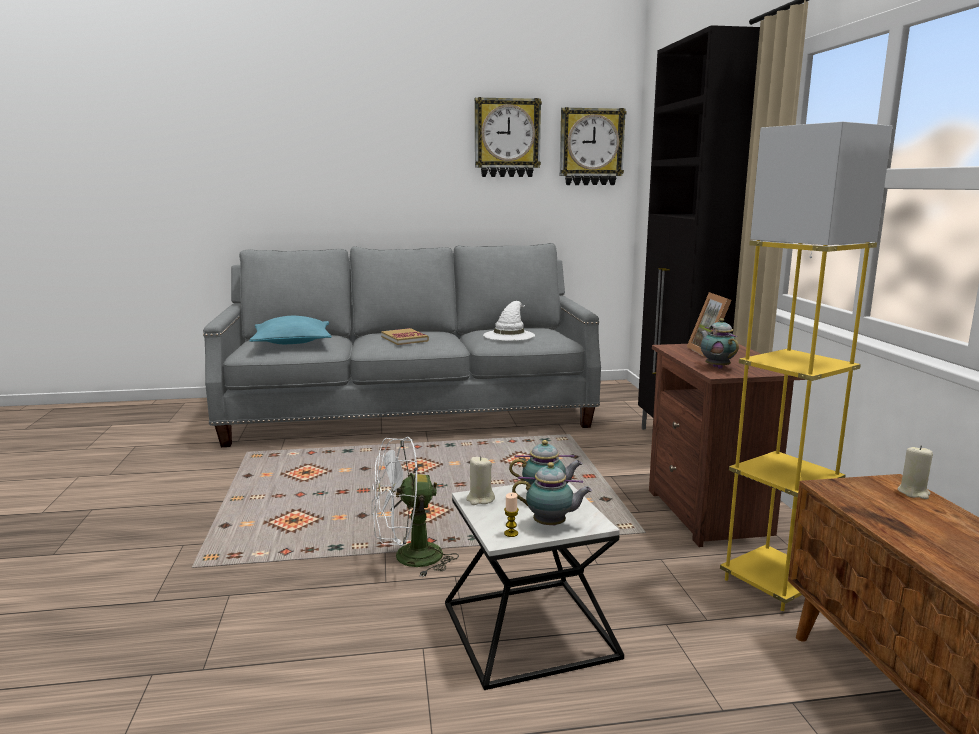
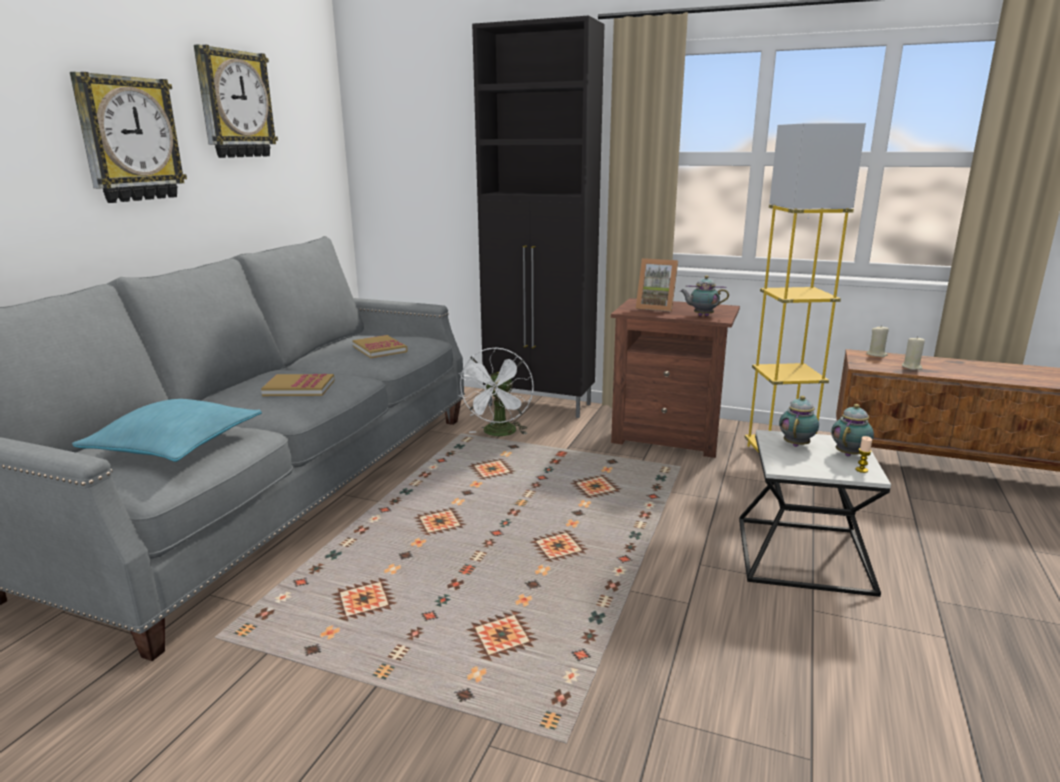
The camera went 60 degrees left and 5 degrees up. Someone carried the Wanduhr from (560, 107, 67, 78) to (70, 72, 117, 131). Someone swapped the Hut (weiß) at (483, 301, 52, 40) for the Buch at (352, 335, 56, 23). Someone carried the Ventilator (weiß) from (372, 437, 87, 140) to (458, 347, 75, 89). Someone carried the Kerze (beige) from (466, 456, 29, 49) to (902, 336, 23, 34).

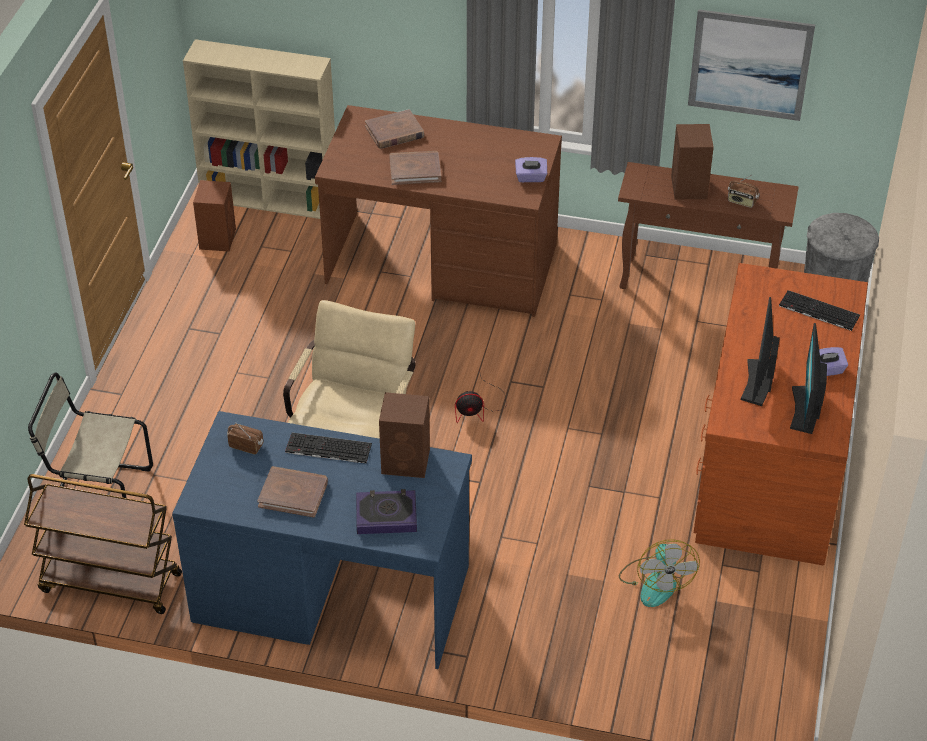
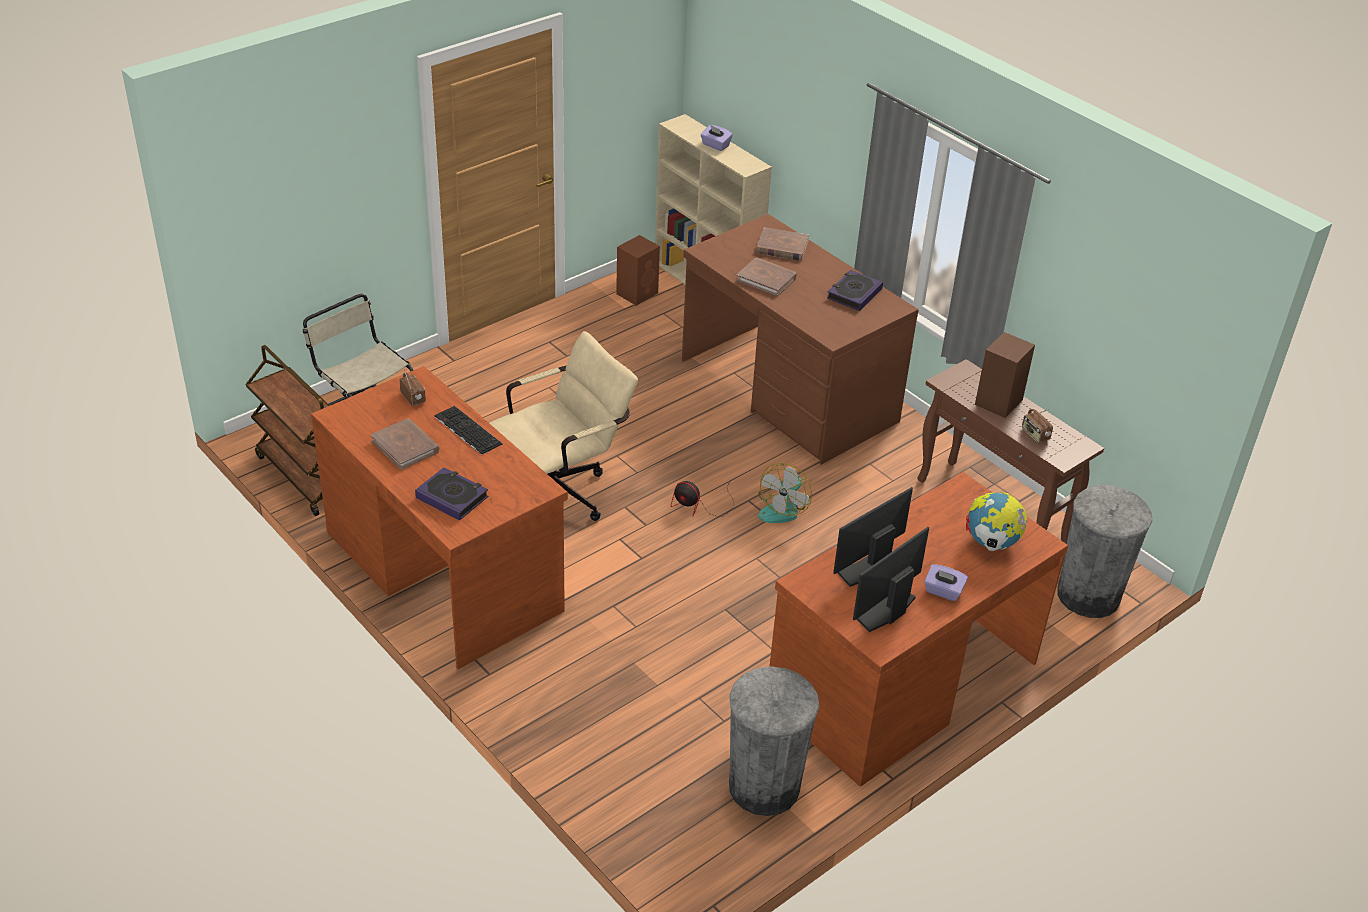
The camera went 35 degrees right and 5 degrees down. Someone repainted the Schreibtisch (blau) at (172, 411, 300, 258), which became the Schreibtisch (braun) at (311, 366, 257, 303). Someone carried the Taschentuchbox (lila) from (515, 157, 32, 25) to (701, 125, 32, 26). Someone put down the Mülleimer (grau) at (729, 666, 90, 150). Someone carried the Ventilator from (619, 539, 81, 68) to (758, 463, 54, 60). Someone put down the Buch at (827, 270, 56, 41). Someone swapped the Tastatur at (779, 290, 81, 41) for the Globus at (966, 492, 62, 59). Someone took away the Lautsprecher (braun) at (379, 392, 51, 86). Someone took away the Bild at (688, 9, 127, 112).

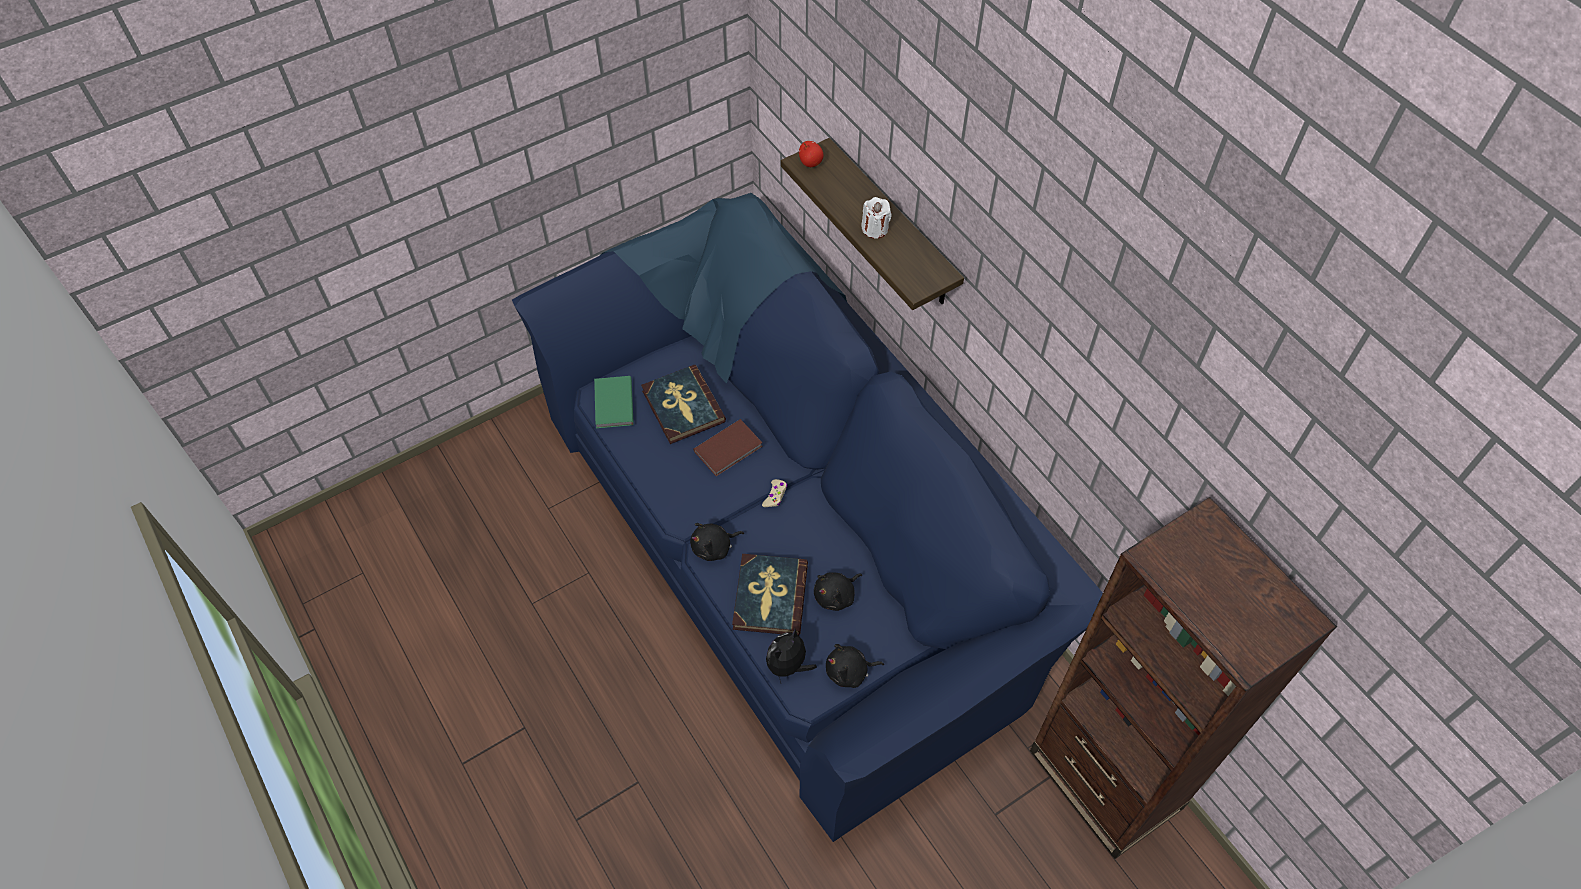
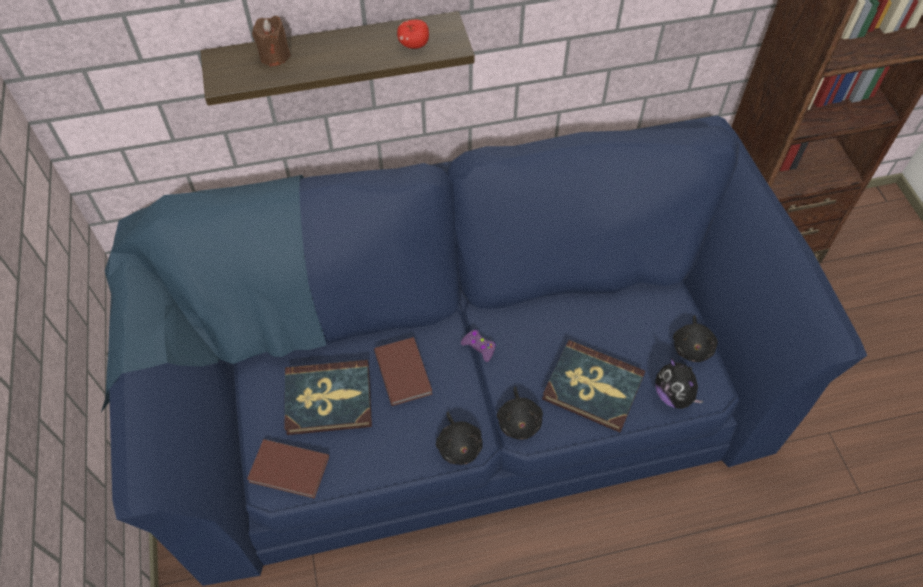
The camera went 70 degrees left and 0 degrees up. Someone repainted the Buch (grün) at (594, 376, 40, 52), which became the Buch (braun) at (247, 439, 82, 60). Someone put down the Kerze (braun) at (252, 16, 39, 51). Someone carried the Apfel from (799, 141, 25, 26) to (397, 20, 32, 29). Someone carried the Plüschtier (schwarz) from (814, 572, 48, 39) to (436, 412, 47, 53). Someone repainted the Gamepad (beige) at (762, 479, 25, 28), which became the Gamepad (lila) at (461, 330, 35, 32). Someone took away the Kerze (weiß) at (861, 197, 31, 42).

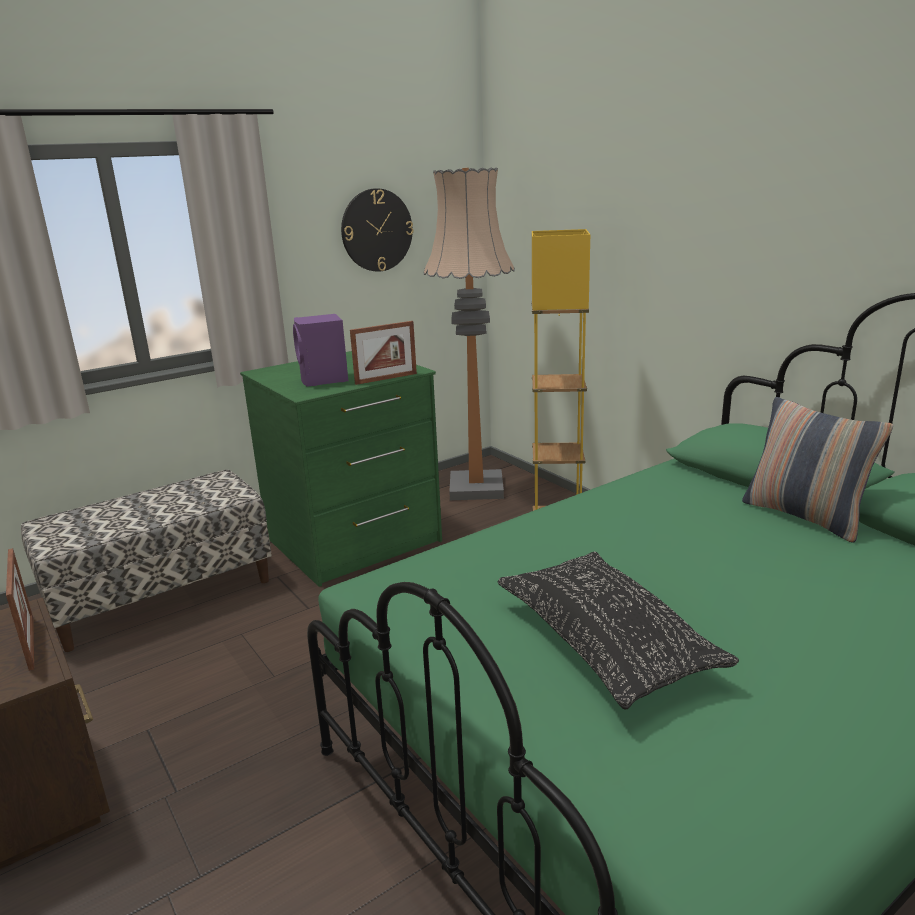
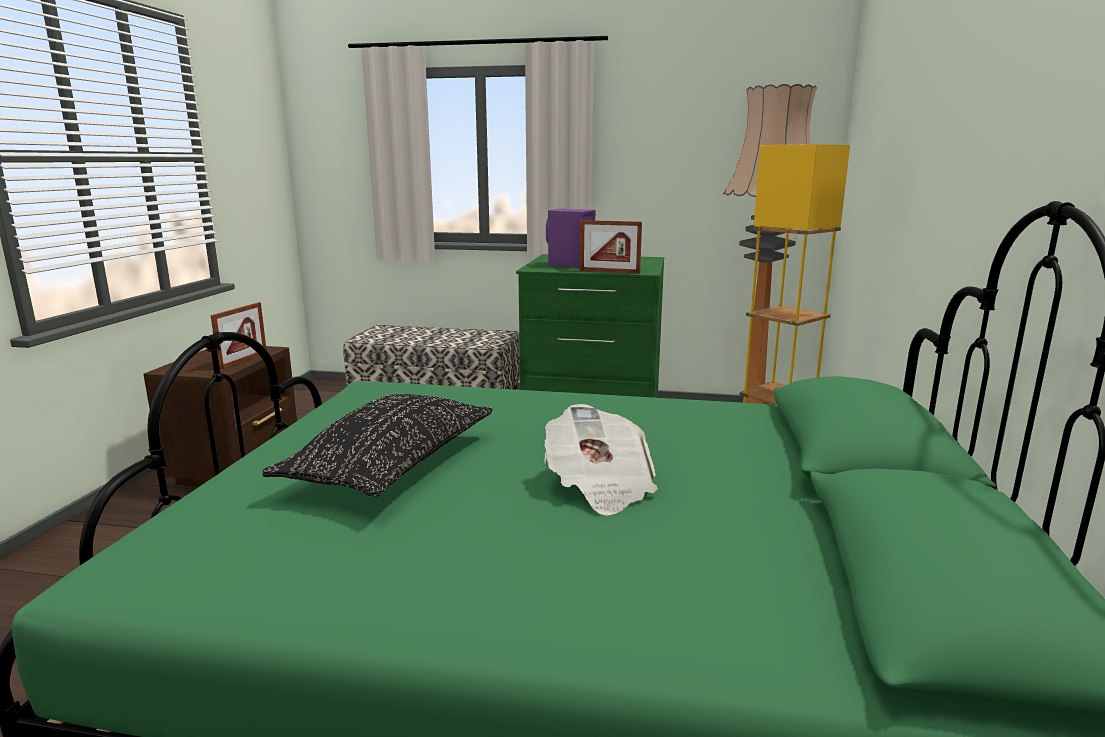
The camera went 45 degrees right and 5 degrees down. Someone put down the Zeitung at (544, 404, 114, 112). Someone took away the Wanduhr at (341, 188, 72, 84). Someone took away the Kissen at (742, 397, 151, 146).

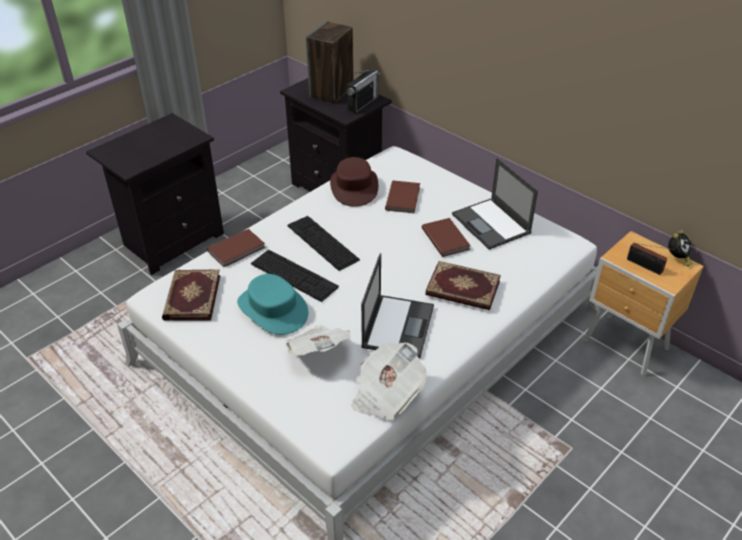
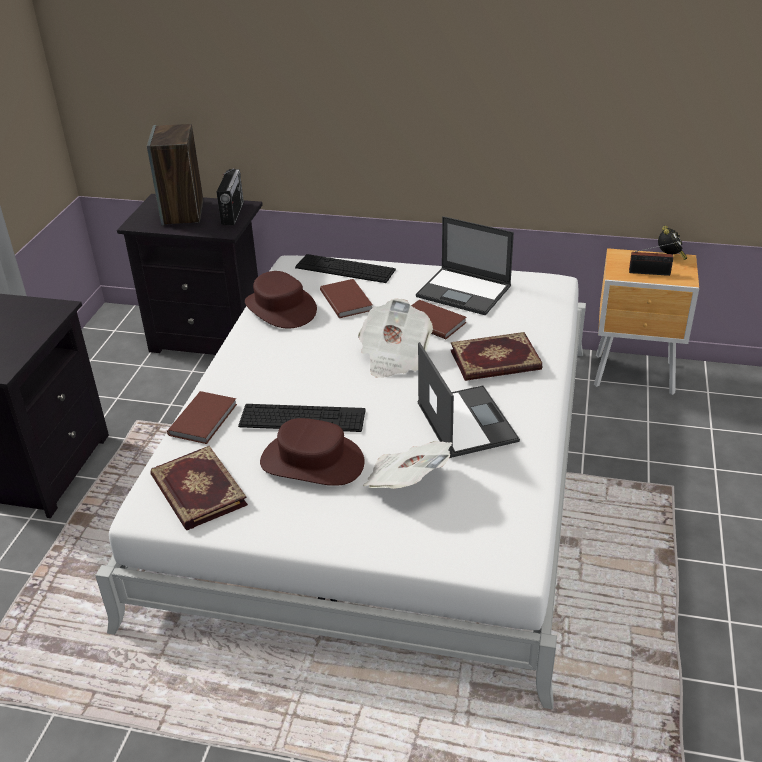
The camera went 30 degrees left and 5 degrees down. Someone repainted the Hut (türkis) at (237, 274, 72, 61), which became the Hut (braun) at (260, 418, 105, 68). Someone carried the Tastatur from (287, 216, 73, 55) to (295, 254, 101, 29). Someone carried the Zeitung from (351, 342, 76, 79) to (358, 299, 75, 79).

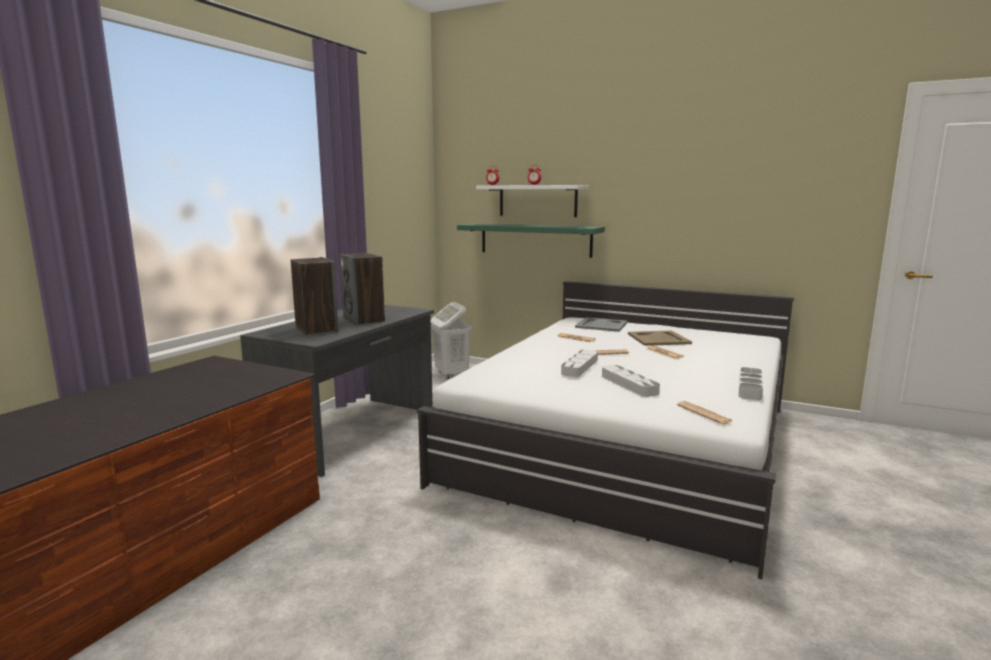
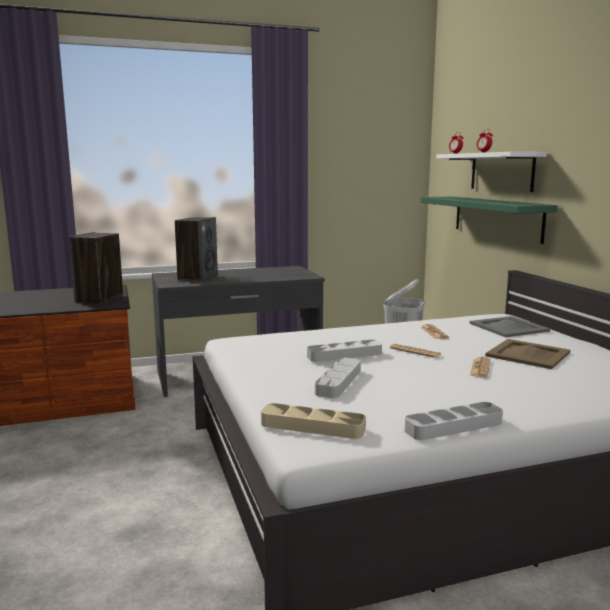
The camera went 45 degrees right and 0 degrees up. Someone carried the Lautsprecher from (340, 253, 45, 72) to (69, 232, 54, 72). Someone swapped the Zeitung at (677, 401, 57, 23) for the Tablett (beige) at (261, 403, 105, 36).

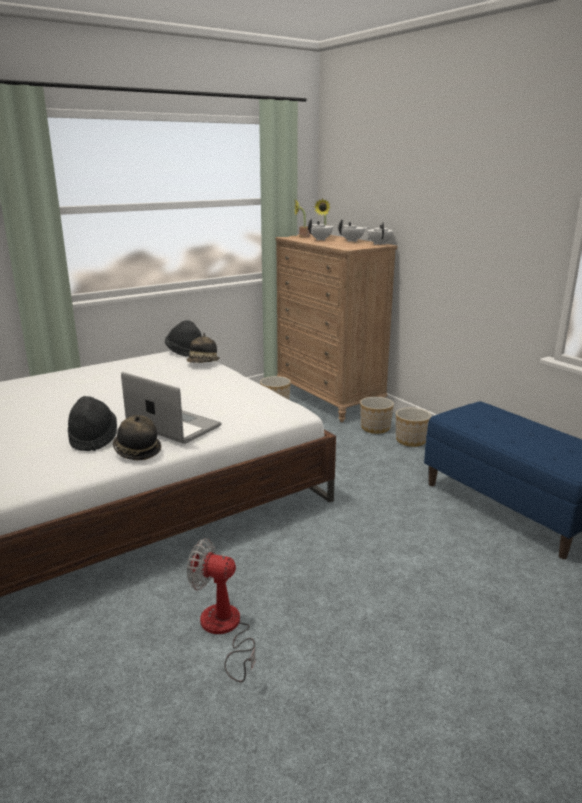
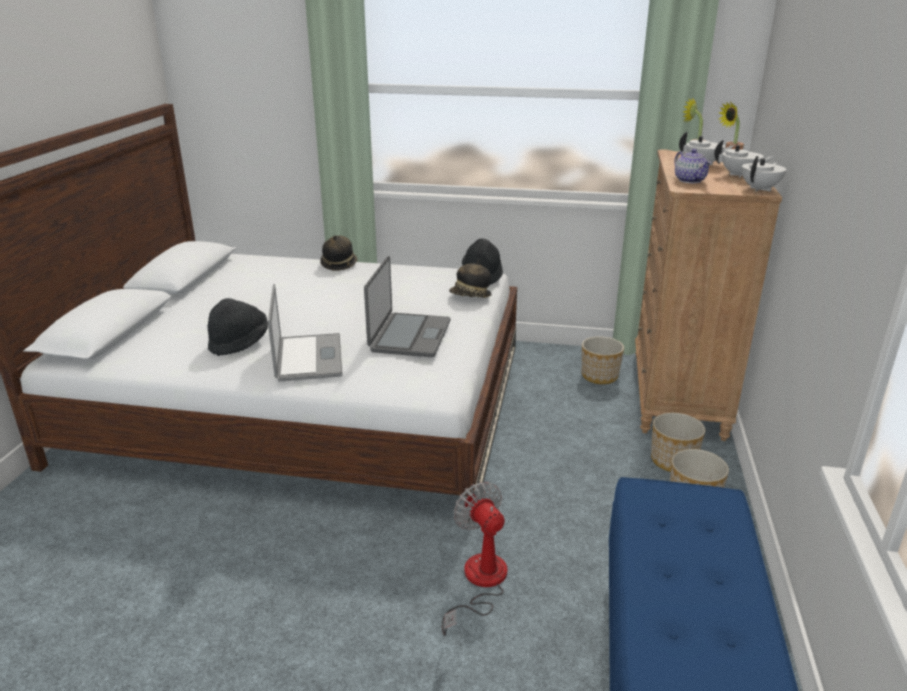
The camera went 45 degrees right and 5 degrees up. Someone carried the Hut from (113, 415, 48, 45) to (320, 235, 37, 36). Someone put down the Laptop at (364, 256, 86, 101). Someone carried the Ventilator from (187, 538, 69, 144) to (442, 482, 65, 154). Someone put down the Teekanne at (674, 149, 38, 34).

